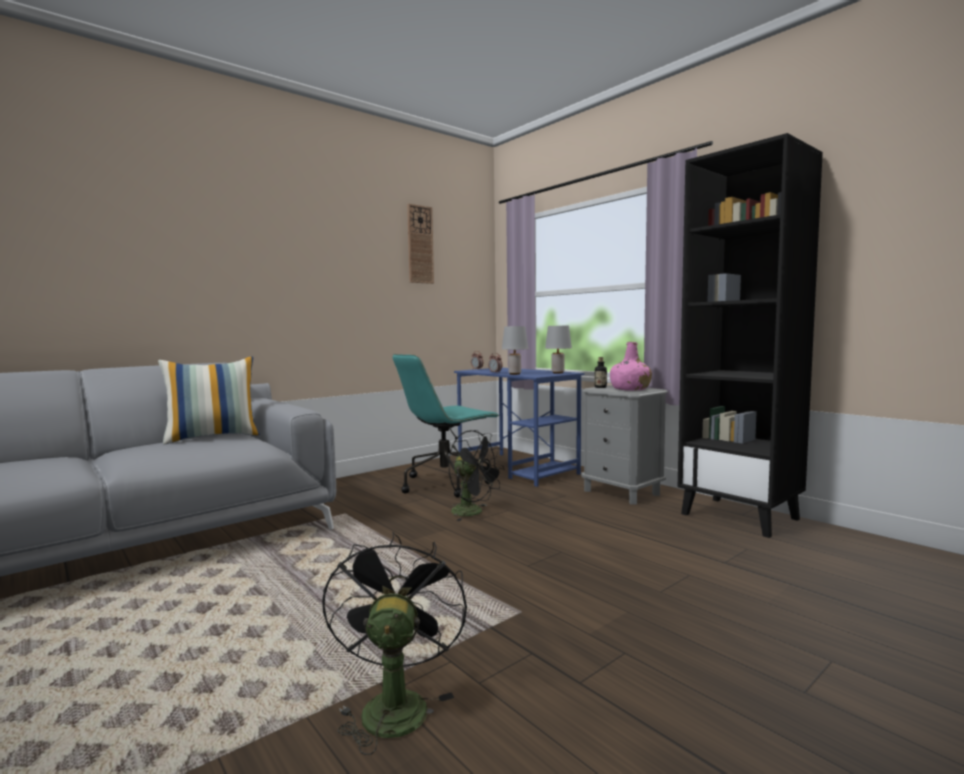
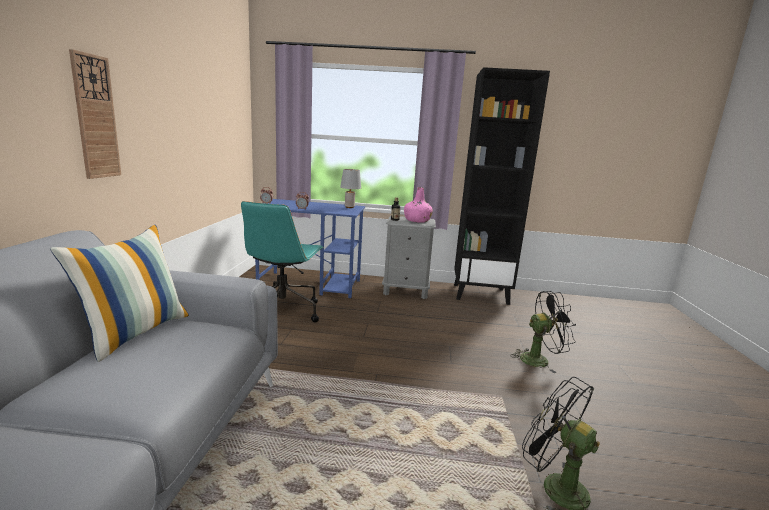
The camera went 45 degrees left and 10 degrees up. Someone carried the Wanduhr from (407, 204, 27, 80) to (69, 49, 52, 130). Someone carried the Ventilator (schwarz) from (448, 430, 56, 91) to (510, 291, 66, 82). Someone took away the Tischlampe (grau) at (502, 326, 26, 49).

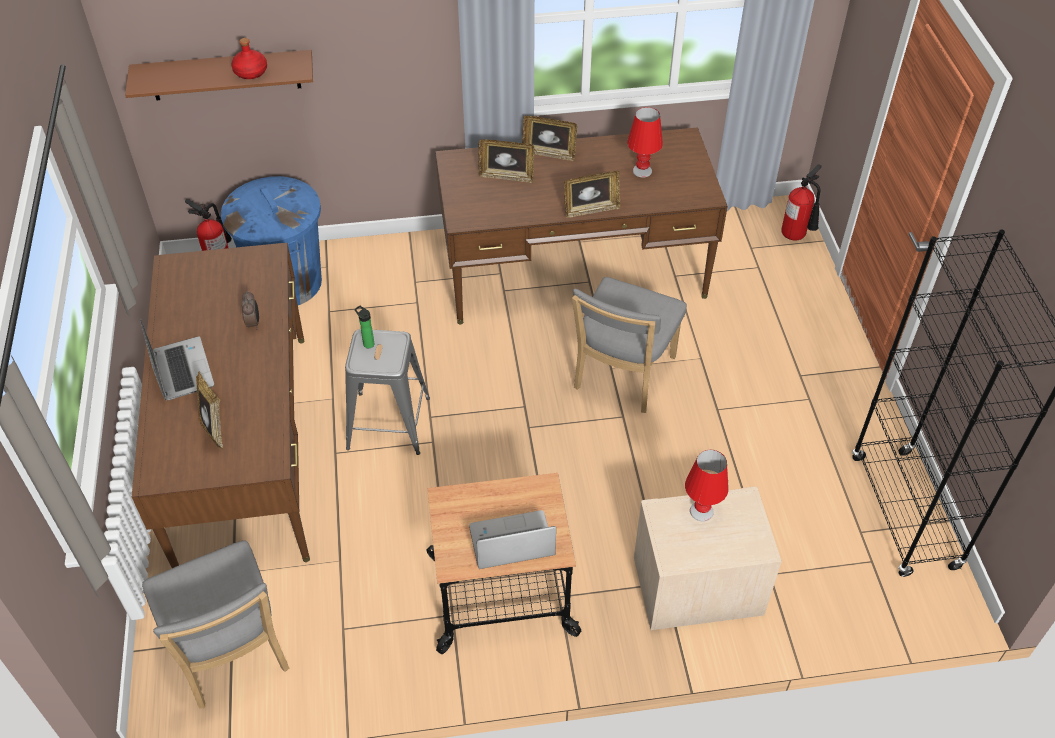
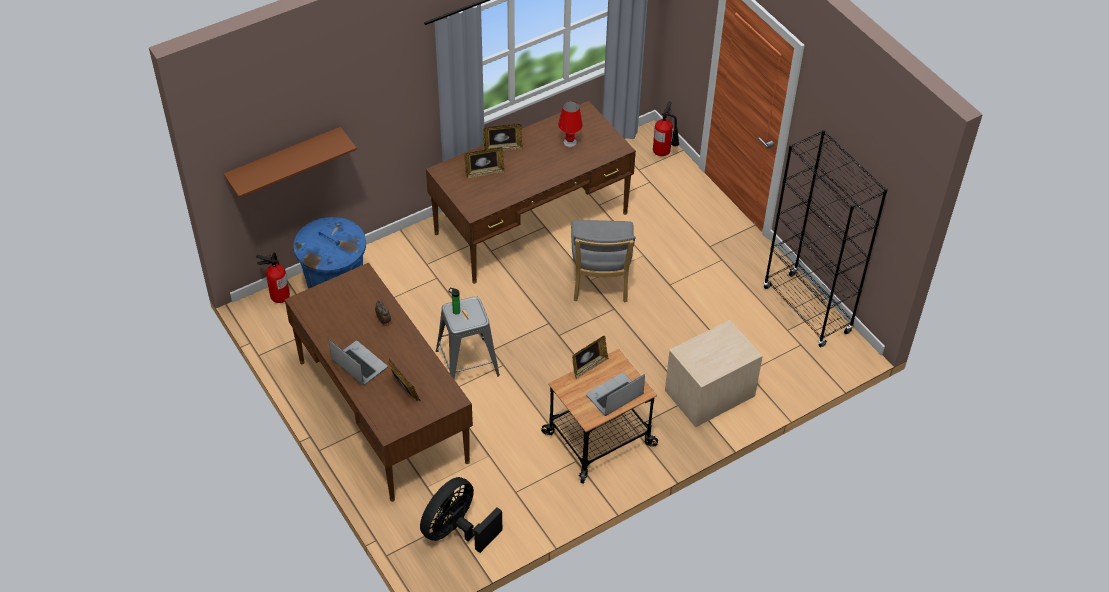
The camera went 25 degrees left and 0 degrees up. Someone swapped the Stuhl (grau) at (142, 541, 147, 168) for the Ventilator (schwarz) at (420, 477, 82, 76). Someone carried the Bilderrahmen from (564, 171, 56, 47) to (572, 336, 37, 43). Someone took away the Flasche (rot) at (231, 38, 36, 41). Someone took away the Tischlampe (rot) at (685, 450, 44, 71).

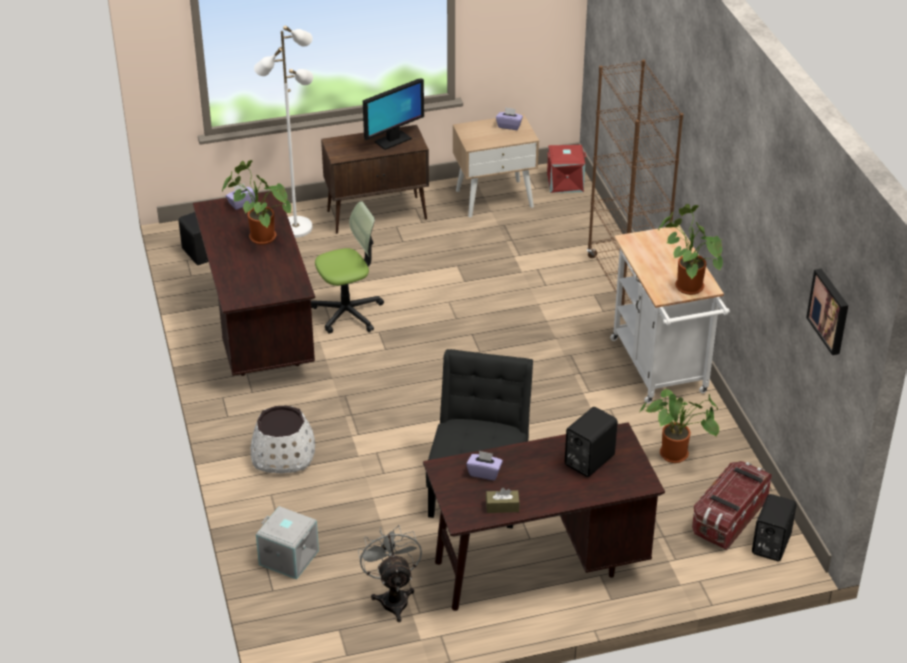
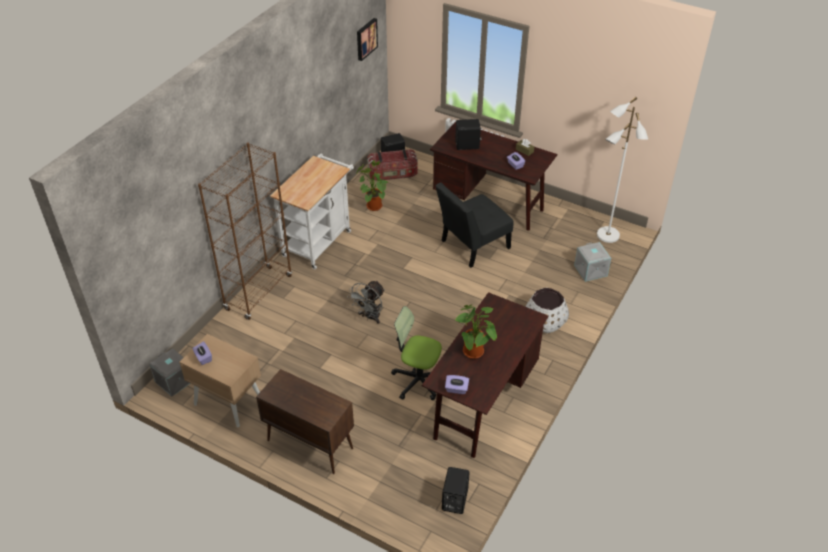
The camera went 135 degrees left and 5 degrees up. Someone repainted the Aufbewahrungsbox (rot) at (547, 145, 39, 48), which became the Aufbewahrungsbox (grau) at (149, 348, 42, 49). Someone carried the Ventilator (grau) from (358, 525, 64, 97) to (348, 280, 37, 44). Someone carried the Stehlampe (weiß) from (254, 26, 59, 212) to (597, 97, 51, 146). Someone took away the Monitor at (363, 79, 61, 71). Someone took away the Topfpflanze at (658, 204, 65, 91).

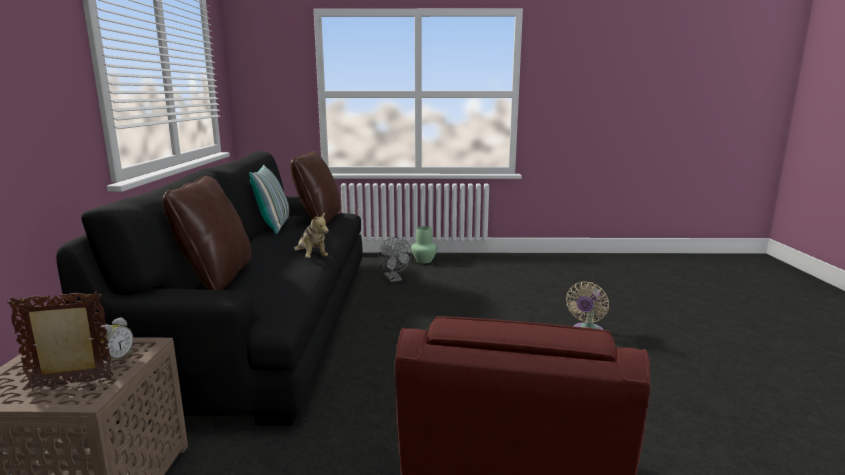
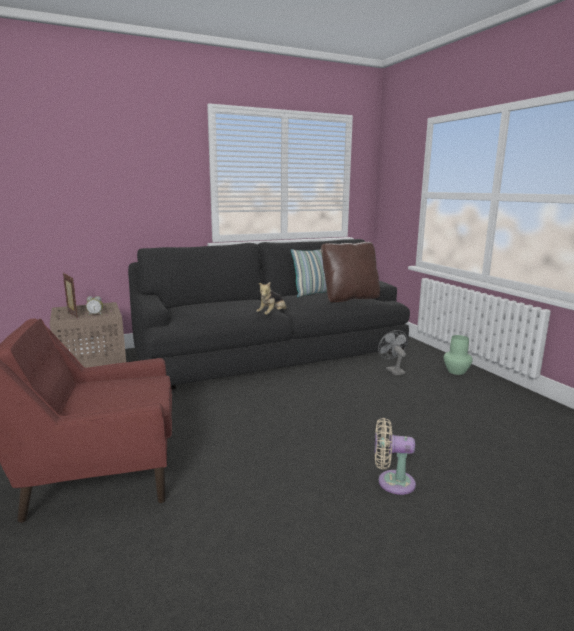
The camera went 65 degrees right and 0 degrees up. Someone rotated the Ventilator (grau) at (378, 237, 34, 45) by 120 degrees clockwise. Someone took away the Kissen (braun) at (162, 176, 89, 114).

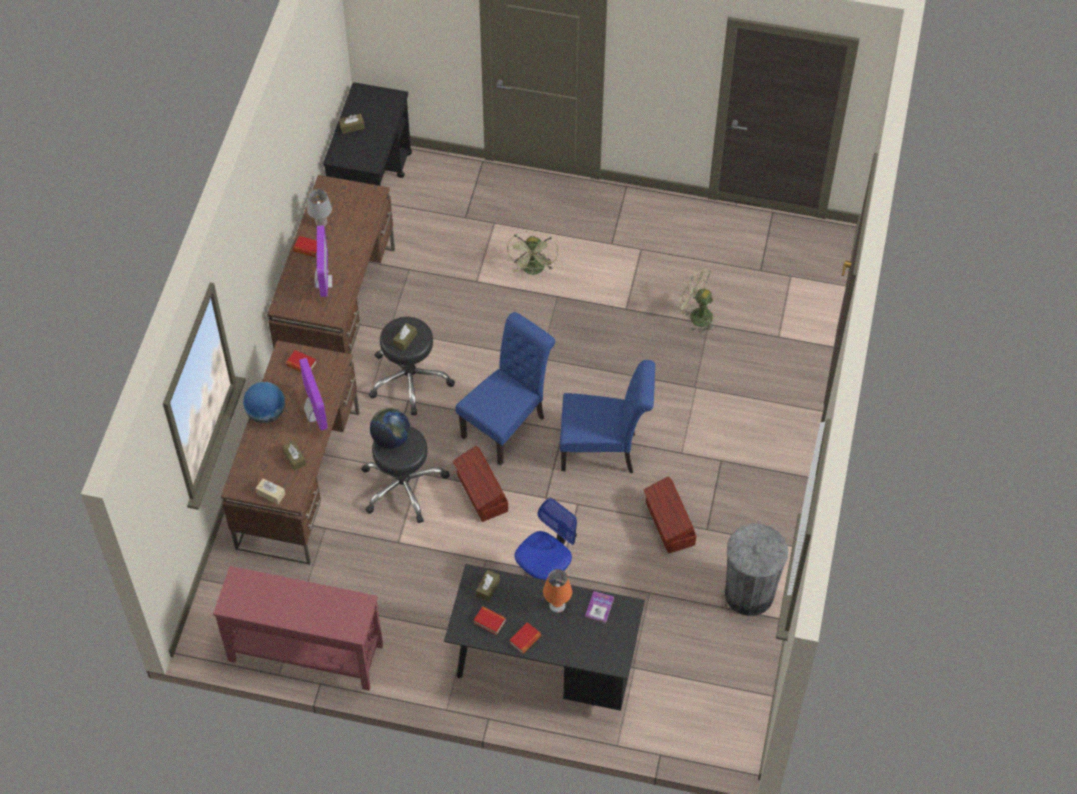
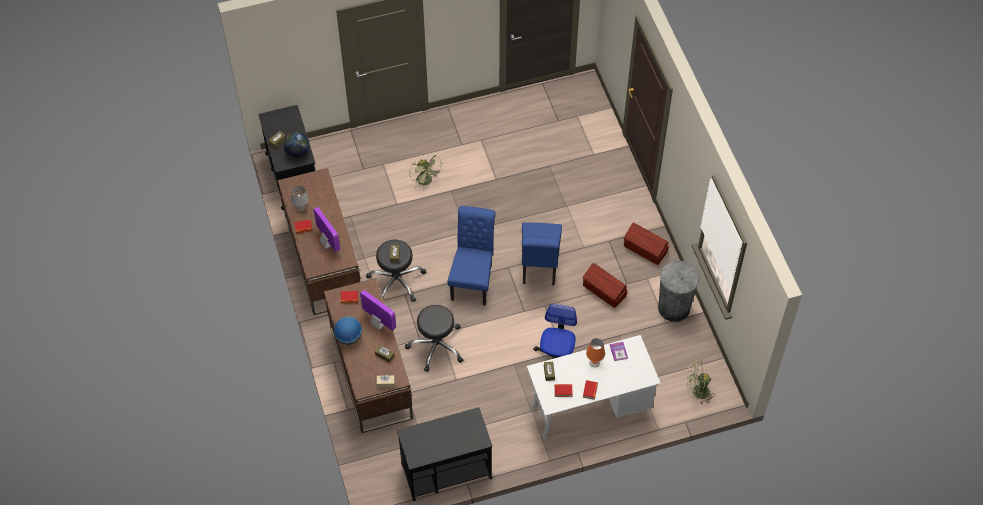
The camera went 30 degrees left and 0 degrees up. Someone carried the Globus from (370, 408, 40, 41) to (284, 132, 26, 26). Someone swapped the Konsolentisch (rot) at (213, 566, 170, 125) for the Rollwagen (schwarz) at (397, 407, 95, 94). Someone rotated the Stuhl (blau) at (560, 360, 95, 113) by 120 degrees clockwise. Someone repainted the Schreibtisch (schwarz) at (444, 564, 201, 147), which became the Schreibtisch (weiß) at (527, 335, 134, 104). Someone carried the Aufbewahrungsbox (braun) from (453, 446, 55, 76) to (624, 222, 45, 43). Someone carried the Ventilator (grün) from (677, 268, 39, 65) to (687, 360, 26, 44).

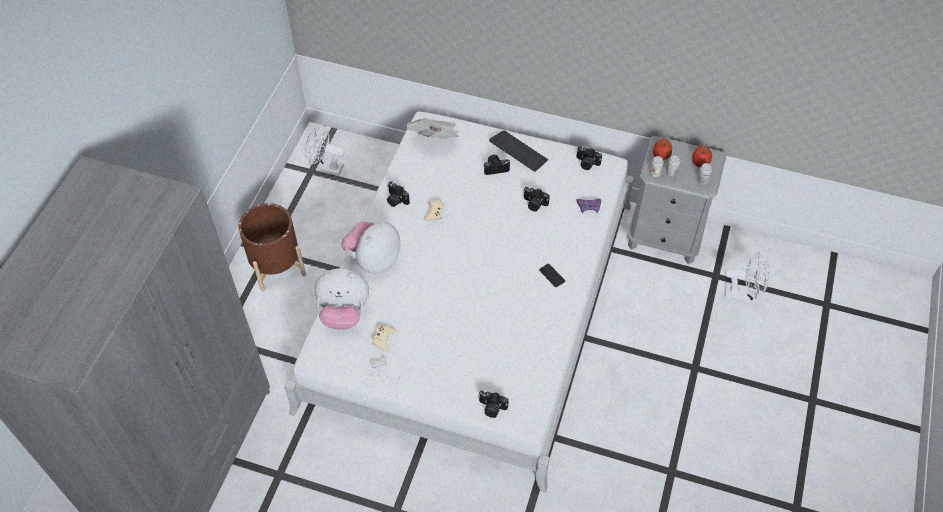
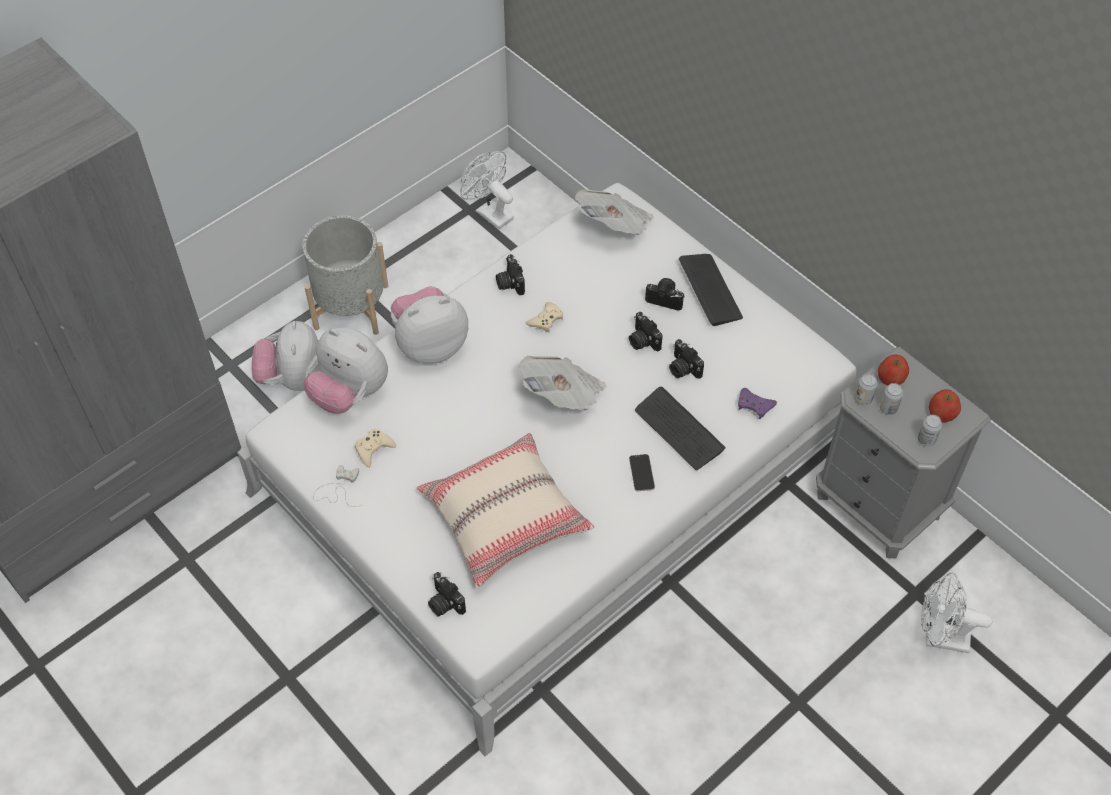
The camera went 30 degrees right and 0 degrees up. Someone put down the Plüschtier at (251, 321, 68, 70). Someone repainted the Pflanzkübel (braun) at (238, 203, 68, 88), which became the Pflanzkübel (grau) at (302, 215, 86, 120). Someone put down the Kissen (beige) at (417, 433, 177, 155). Someone put down the Zeitung at (519, 356, 87, 55). Someone carried the Kamera from (576, 146, 26, 24) to (629, 312, 33, 39). Someone put down the Tastatur at (635, 387, 91, 83). Someone rotated the Ventilator (weiß) at (725, 252, 45, 50) by 150 degrees clockwise.

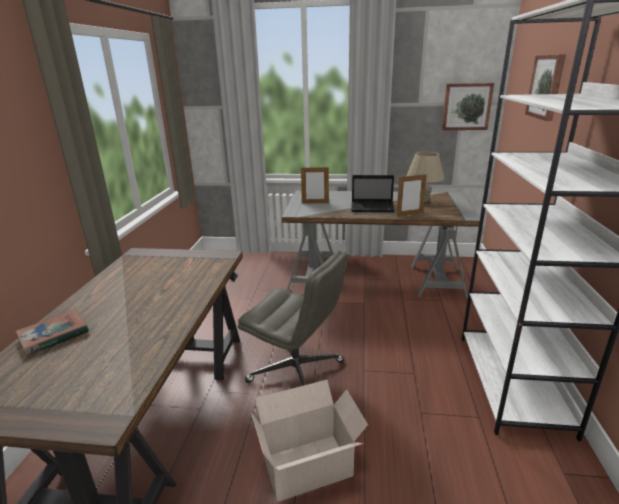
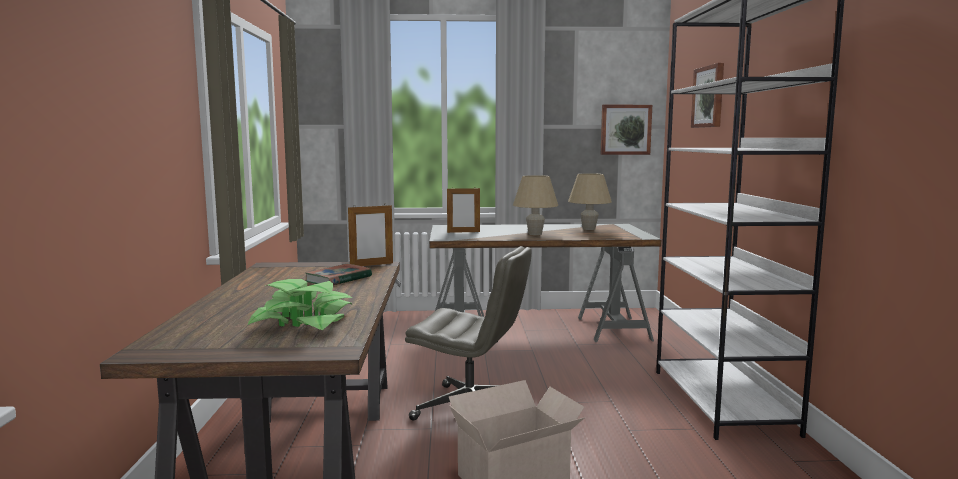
The camera went 10 degrees left and 15 degrees down. Someone put down the Topfpflanze at (247, 279, 106, 52). Someone carried the Buch from (16, 309, 73, 47) to (305, 263, 67, 22). Someone carried the Bilderrahmen from (397, 174, 30, 42) to (348, 205, 45, 61). Someone swapped the Laptop at (351, 175, 44, 37) for the Tischlampe (beige) at (513, 175, 45, 60).

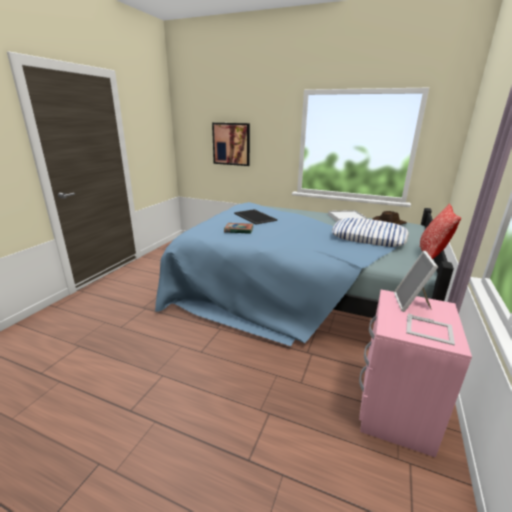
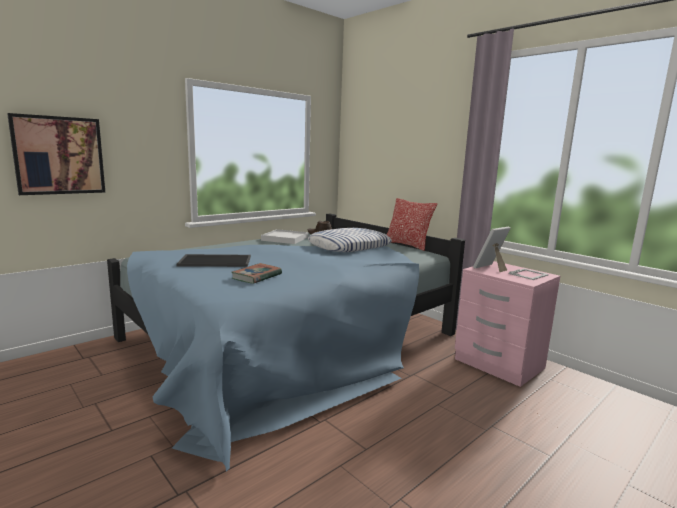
The camera went 65 degrees left and 10 degrees down. Someone rotated the Bilderrahmen at (394, 251, 44, 61) by 105 degrees clockwise.

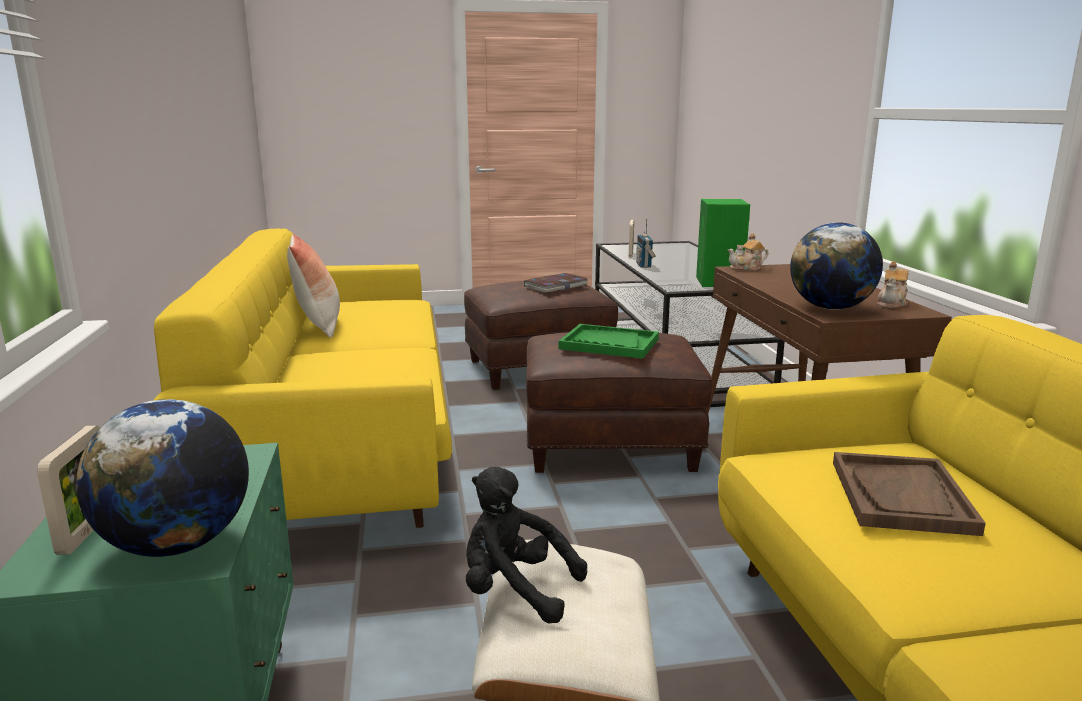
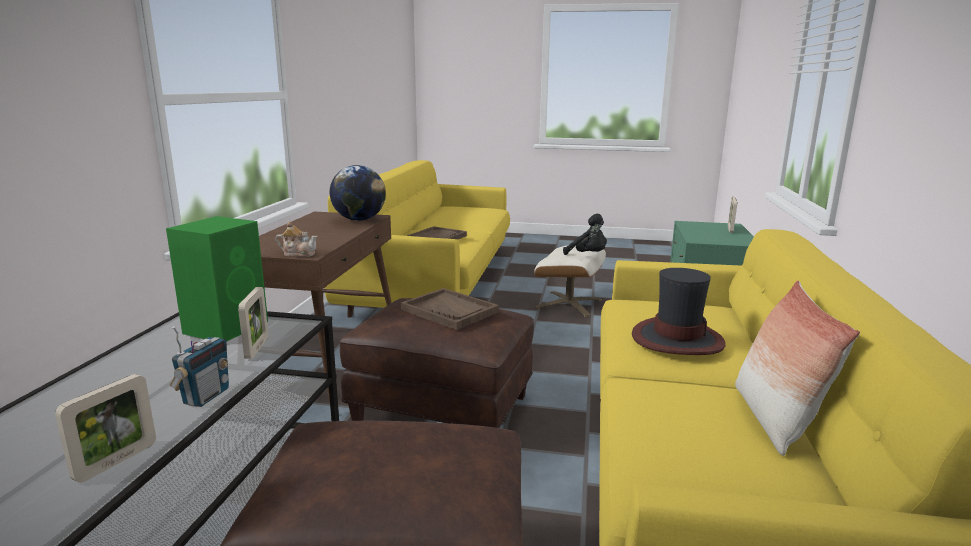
The camera went 160 degrees left and 0 degrees up. Someone put down the Bilderrahmen at (238, 287, 30, 72). Someone repainted the Tablett (grün) at (559, 324, 100, 35), which became the Tablett (braun) at (401, 288, 98, 42). Someone put down the Hut at (632, 268, 93, 87). Someone took away the Globus at (76, 399, 173, 158). Someone took away the Buch at (524, 273, 64, 20). Someone took away the Teekanne at (877, 261, 32, 47).

